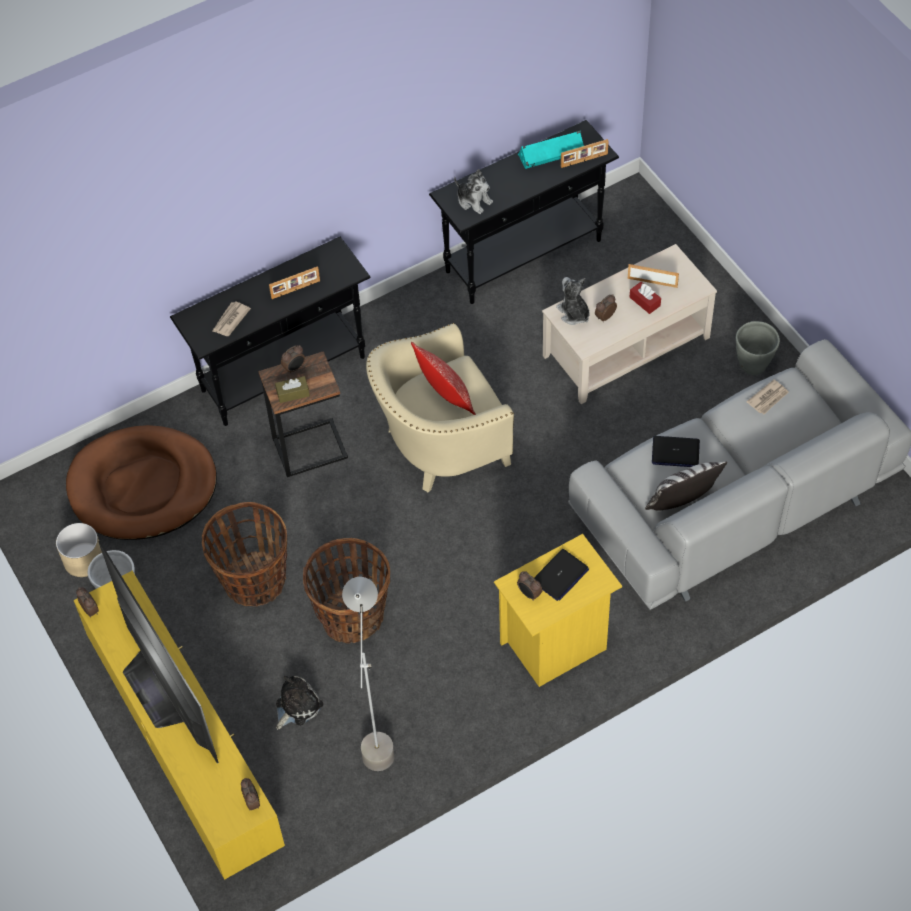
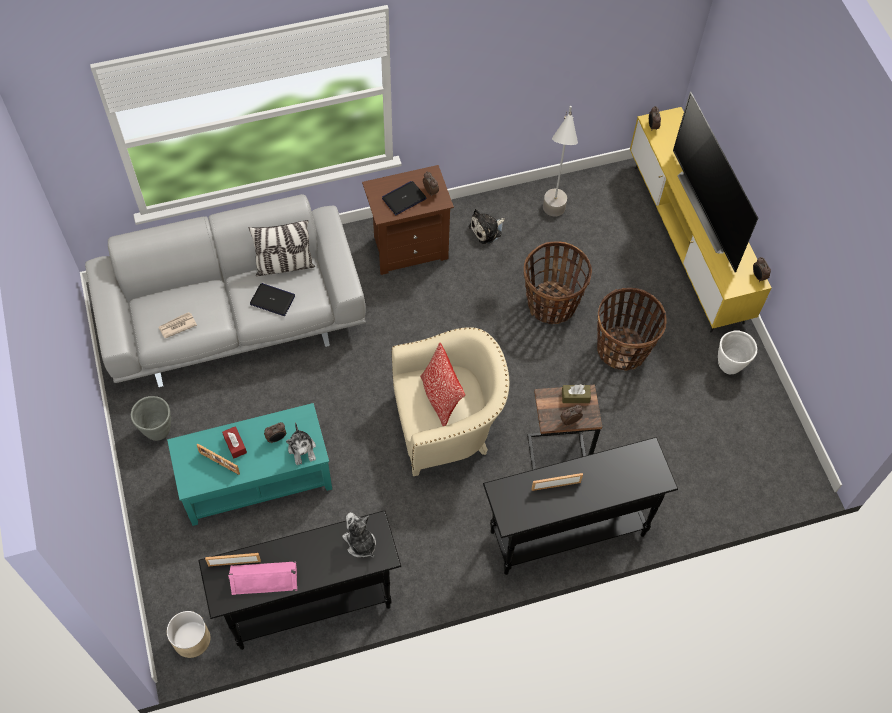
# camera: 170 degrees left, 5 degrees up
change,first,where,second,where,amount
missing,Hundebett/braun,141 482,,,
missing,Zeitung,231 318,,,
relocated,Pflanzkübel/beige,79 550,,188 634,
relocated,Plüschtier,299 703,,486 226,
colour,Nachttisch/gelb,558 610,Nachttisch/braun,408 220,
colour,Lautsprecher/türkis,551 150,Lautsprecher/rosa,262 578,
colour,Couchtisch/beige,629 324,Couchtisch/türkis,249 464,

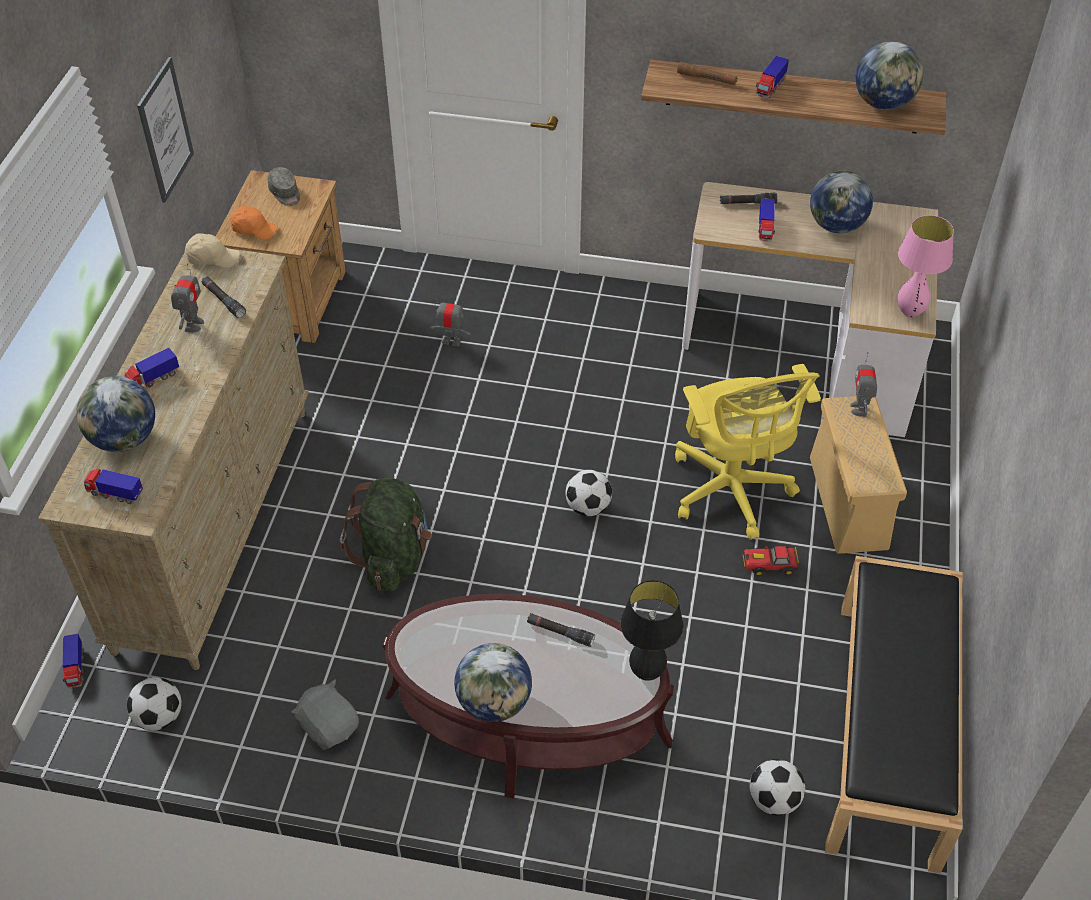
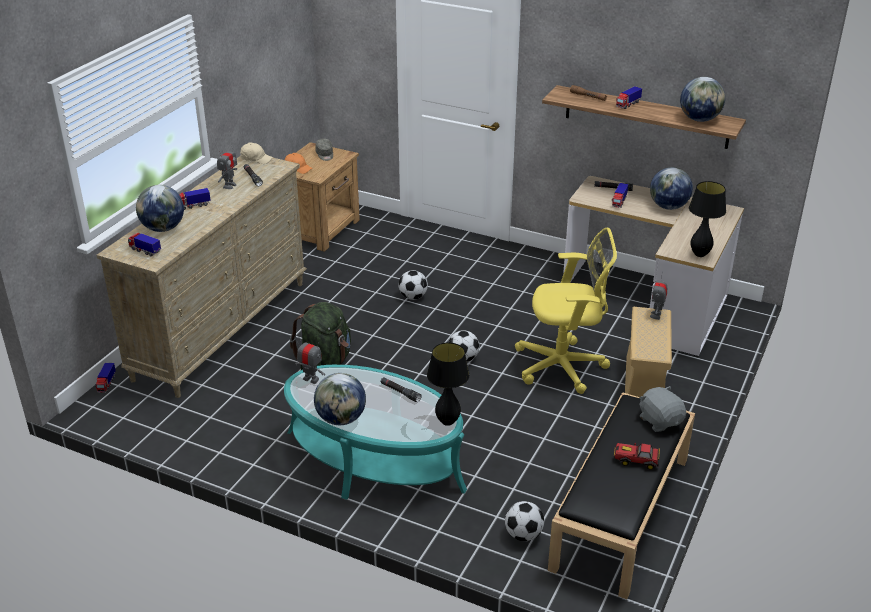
# camera: 15 degrees right, 15 degrees down
change,first,where,second,where,amount
missing,Bild,165 130,,,
relocated,Fußball,154 704,,413 285,
relocated,Plüschtier/grau,325 714,,662 409,
relocated,Spielzeugroboter,450 322,,309 360,
relocated,Spielzeugauto,770 560,,637 456,
colour,Couchtisch/braun,528 696,Couchtisch/türkis,375 432,
colour,Tischlampe/rosa,925 266,Tischlampe/schwarz,707 219,
spun,Bürostuhl/gelb,748 452,,566 311,90 degrees counterclockwise

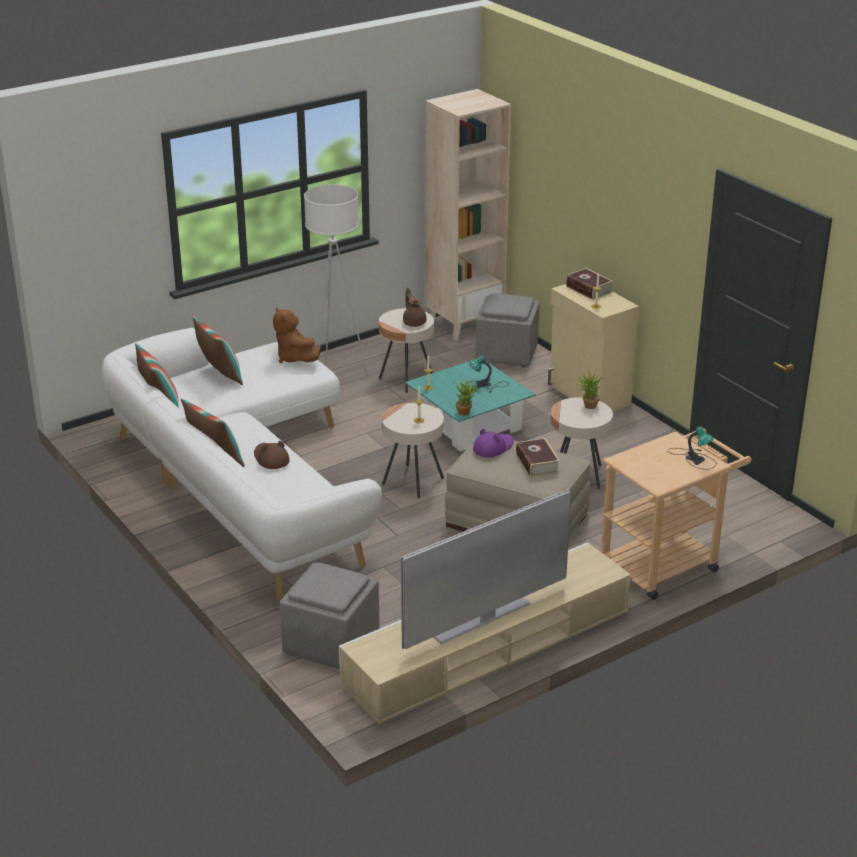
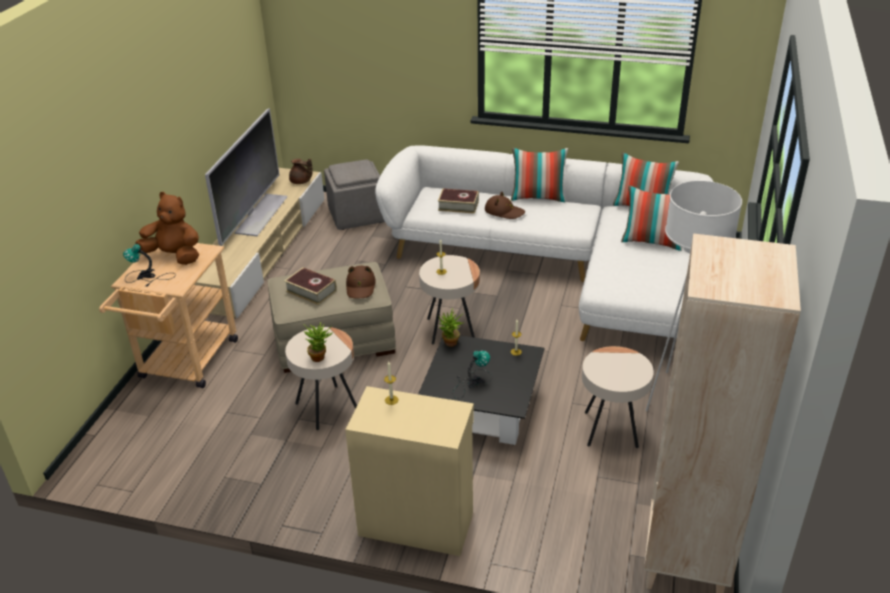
# camera: 140 degrees right, 5 degrees up
change,first,where,second,where,amount
missing,Polsterhocker/grau,507 330,,,
relocated,Plüschtier/braun,297 335,,167 228,
relocated,Teekanne/braun,415 307,,301 171,
relocated,Buch,589 284,,458 201,
colour,Couchtisch/türkis,470 405,Couchtisch/schwarz,481 390,
colour,Hut/lila,493 443,Hut/braun,361 282,

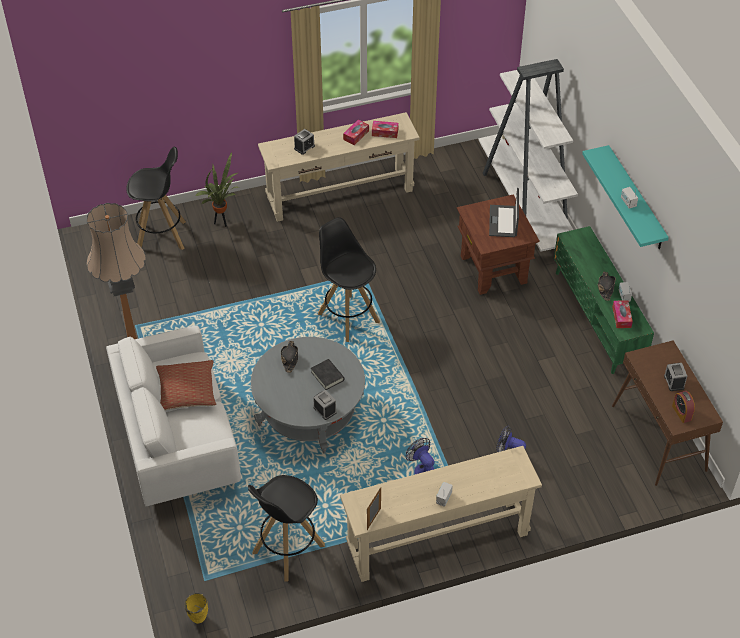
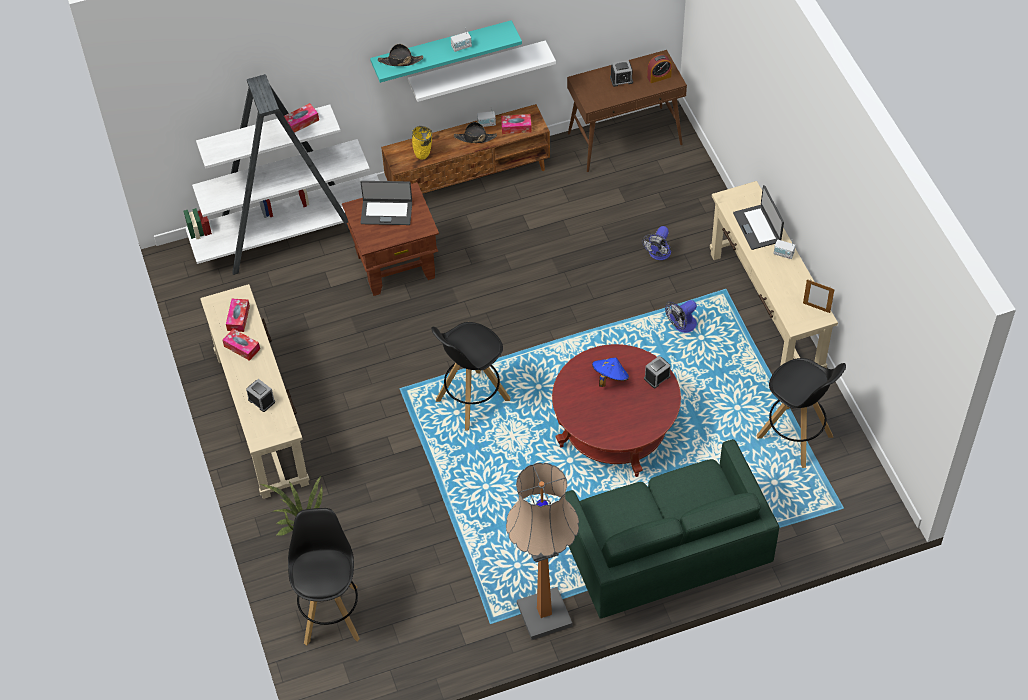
# camera: 90 degrees left, 5 degrees up
change,first,where,second,where,amount
missing,Kissen,186 385,,,
appeared,,,Taschentuchbox,301 118,
appeared,,,Wandregal/weiß,482 71,
appeared,,,Laptop,758 217,
relocated,Vase/gelb,196 608,,422 143,
relocated,Hut/schwarz,289 357,,400 55,
exchanged,Buch/schwarz,327 374,Hut/blau,610 372,
colour,Sofa/weiß,173 416,Sofa/grün,672 529,
colour,Couchtisch/grau,308 395,Couchtisch/rot,616 410,
colour,Fernsehschrank/grün,604 300,Fernsehschrank/braun,465 149,

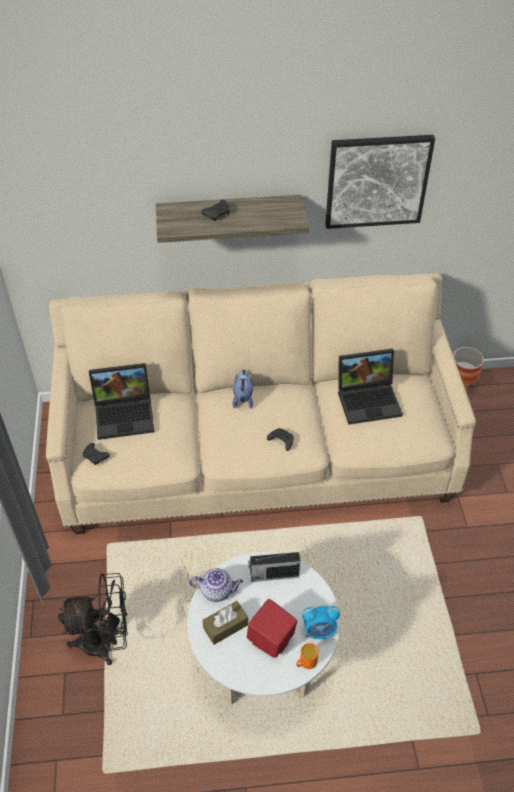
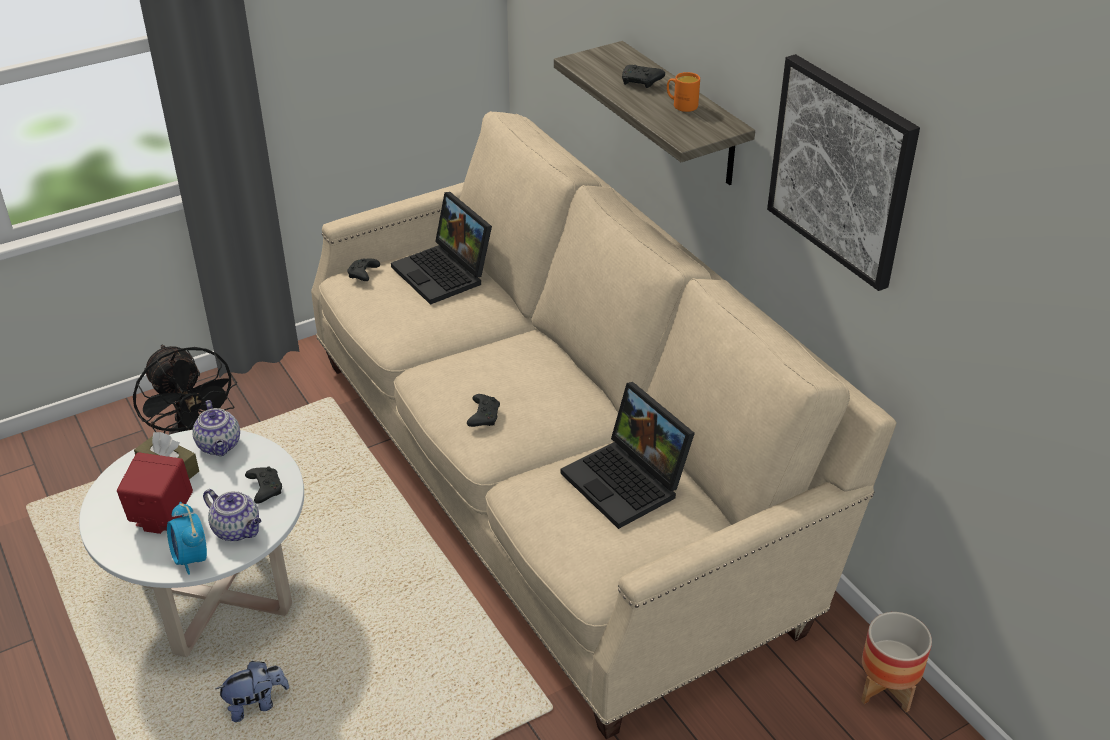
# camera: 65 degrees right, 10 degrees down
change,first,where,second,where,amount
appeared,,,Teekanne,232 515,
relocated,Plüschtier,242 389,,252 691,
relocated,Henkelbecher/orange,307 656,,683 92,
exchanged,Radio,274 567,Gamepad/schwarz,263 485,

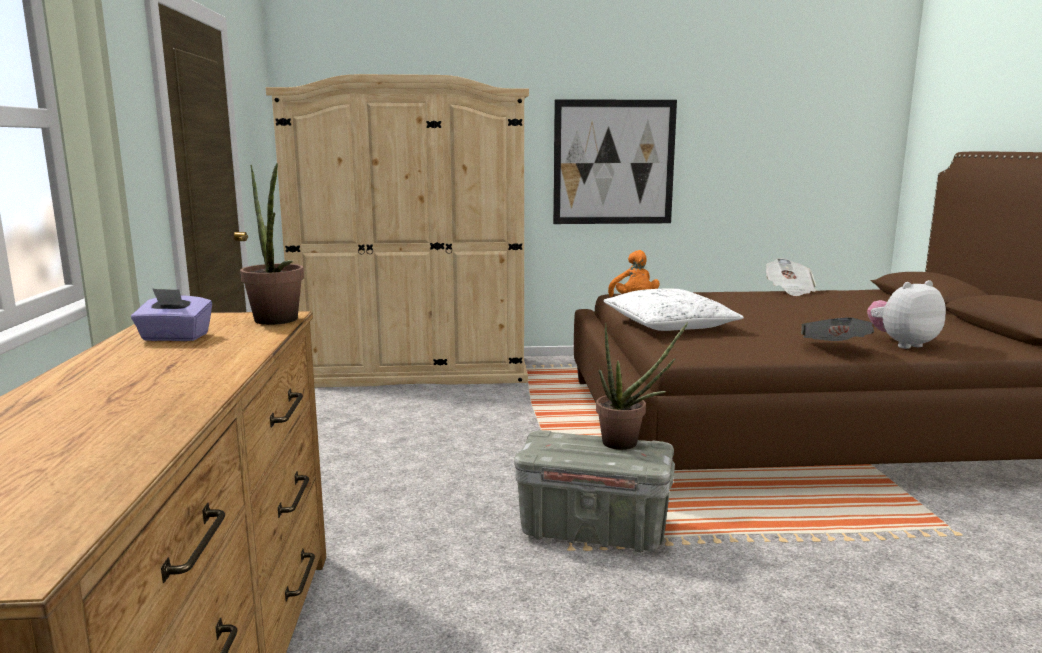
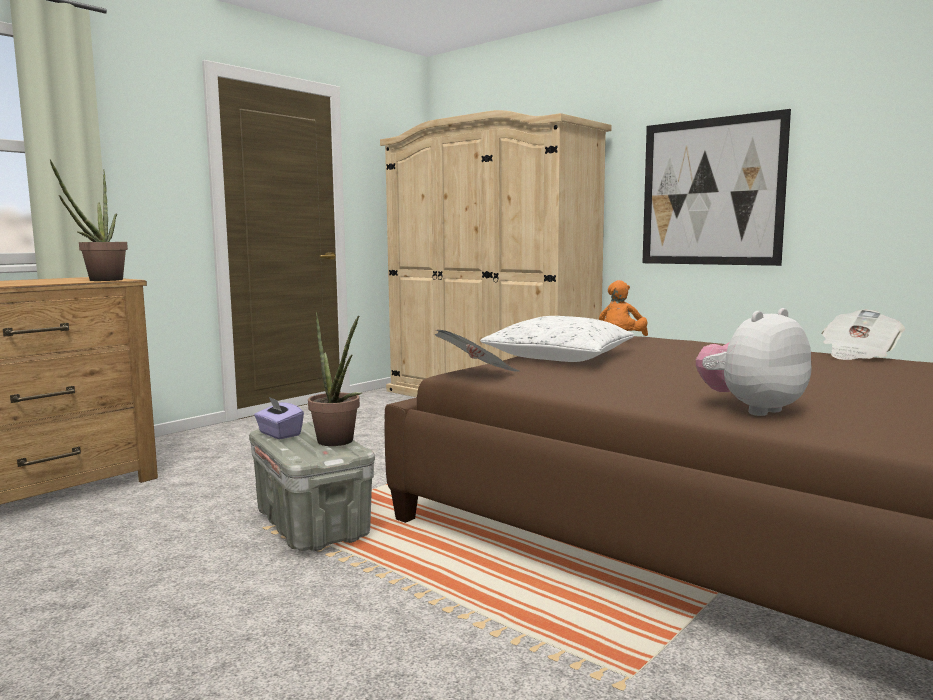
# camera: 45 degrees right, 5 degrees down
change,first,where,second,where,amount
relocated,Taschentuchbox/lila,171 314,,279 418,
relocated,Zeitung,837 329,,477 351,
spun,Plüschtier,906 314,,754 362,60 degrees counterclockwise

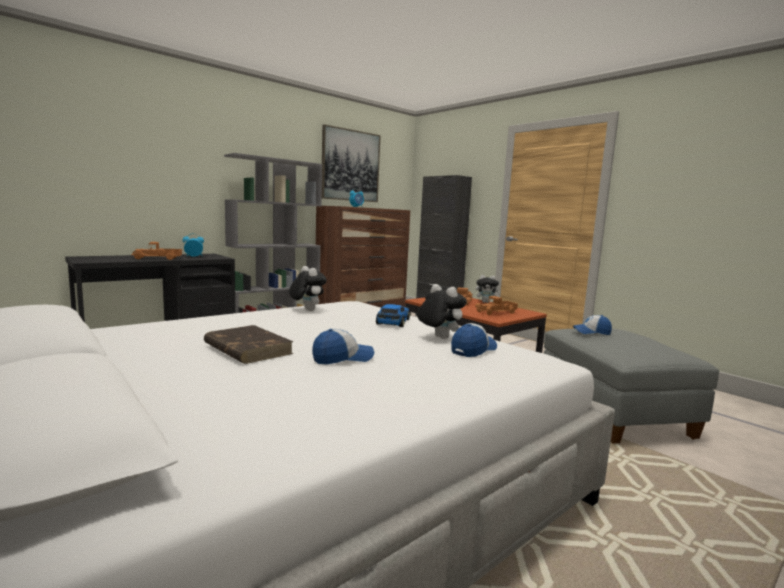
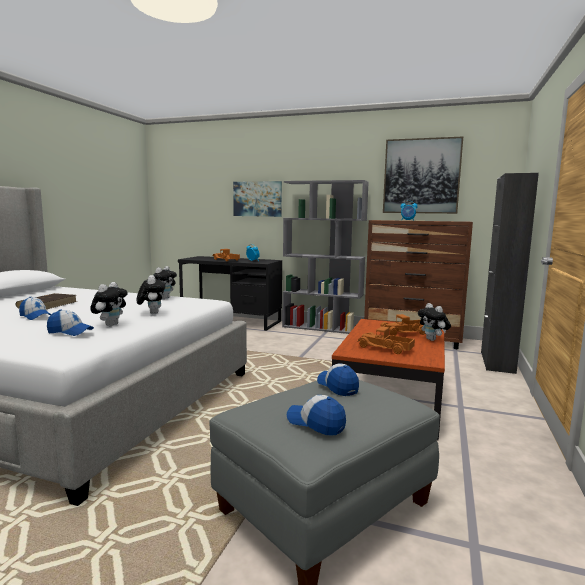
# camera: 60 degrees right, 0 degrees up
change,first,where,second,where,amount
appeared,,,Bild,257 199,
appeared,,,Kappe,316 415,
exchanged,Spielzeugauto,393 315,Plüschtier,151 294,

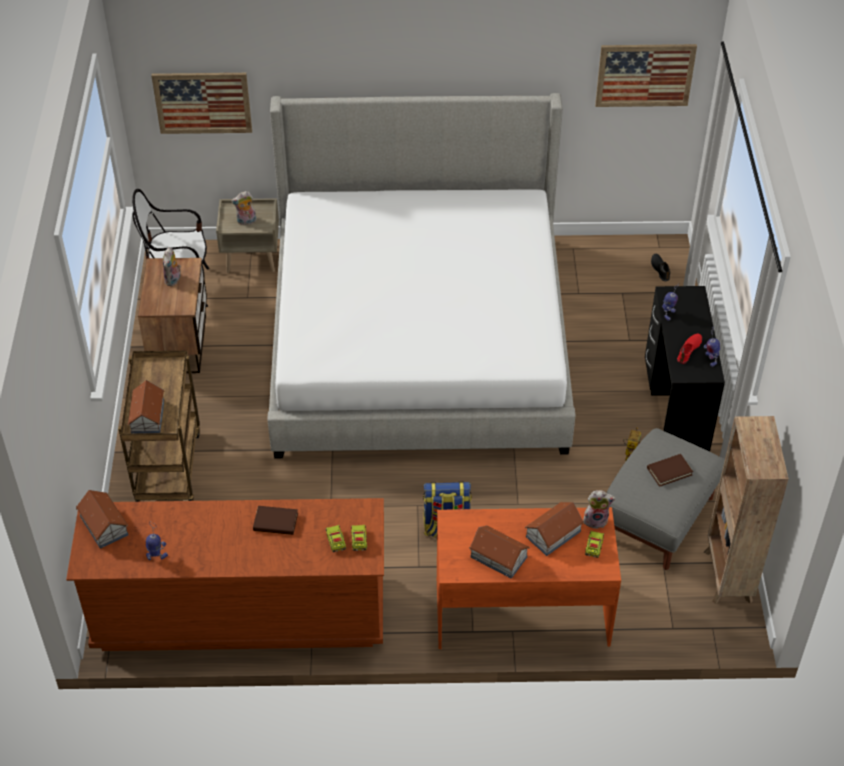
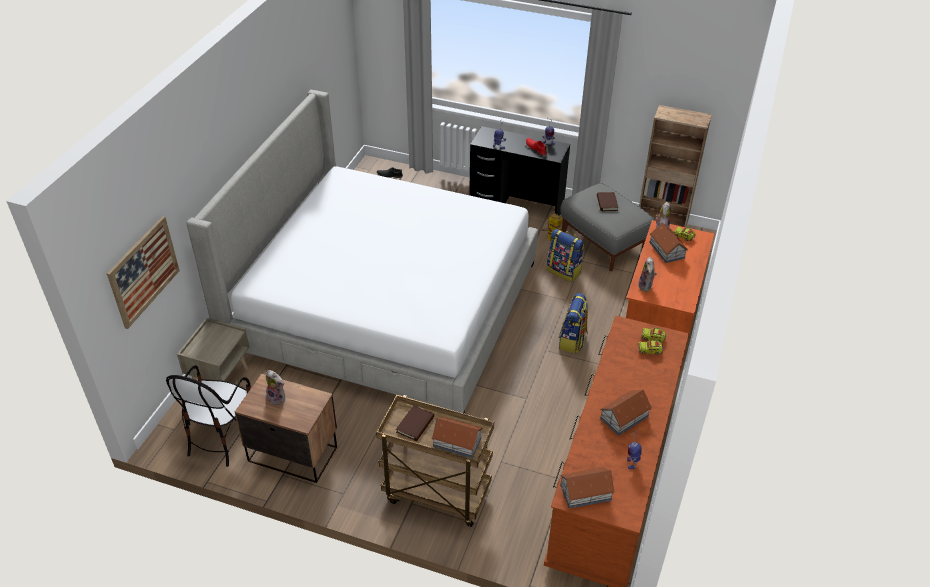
# camera: 70 degrees left, 5 degrees down
change,first,where,second,where,amount
missing,Bild,646 75,,,
appeared,,,Rucksack,565 255,
relocated,Plüschtier,244 208,,647 274,
relocated,Buch/braun,275 520,,415 423,
relocated,Spielzeughaus,499 552,,626 413,

